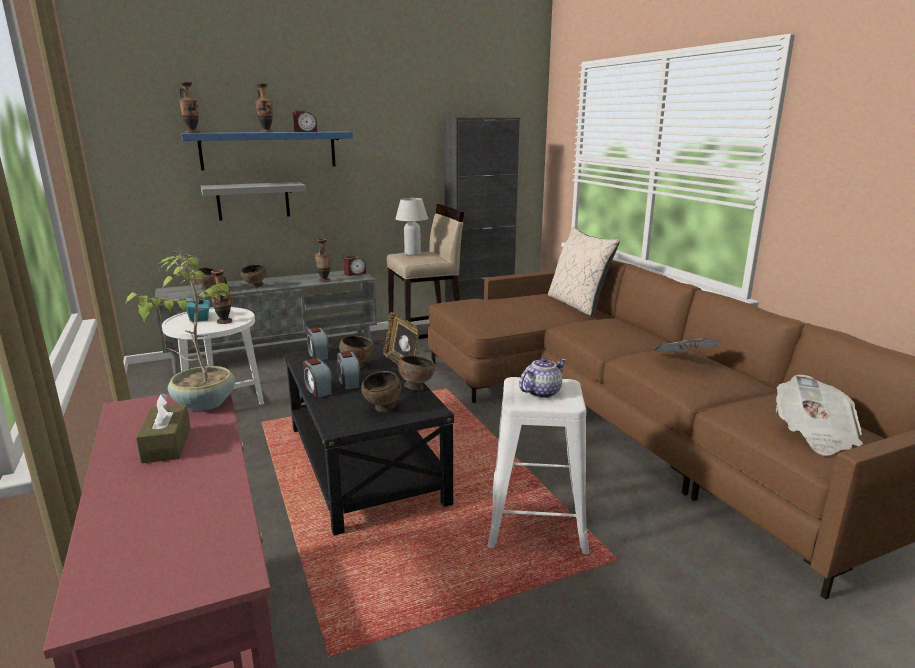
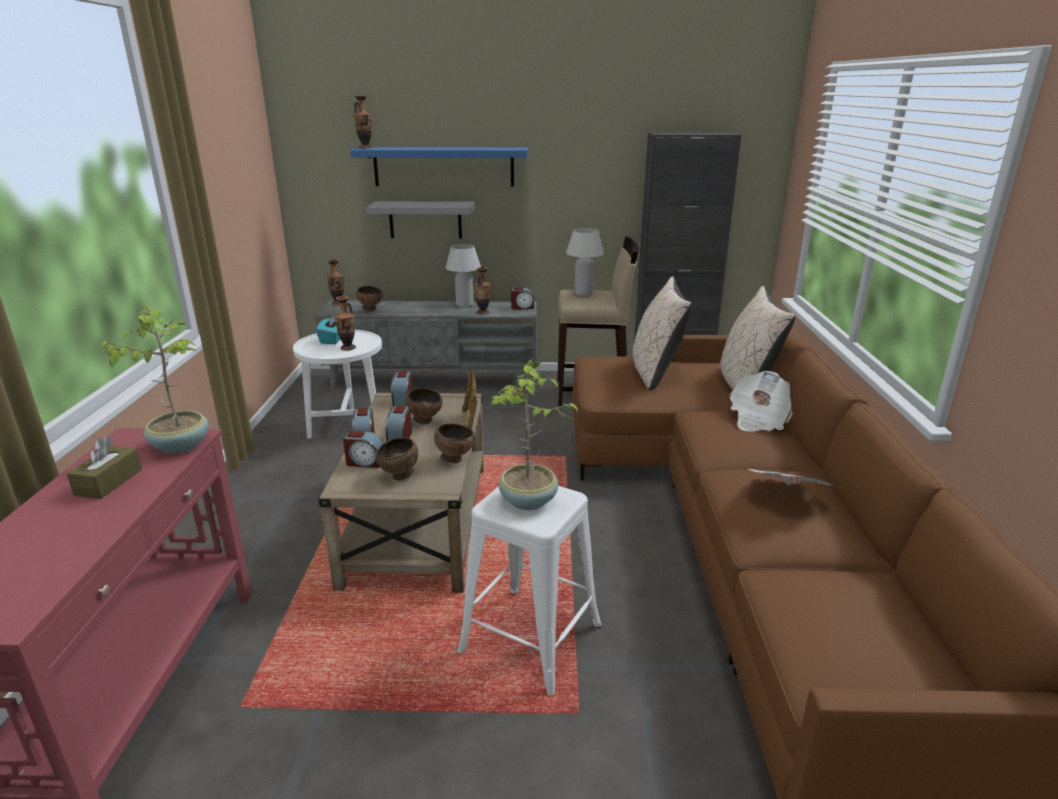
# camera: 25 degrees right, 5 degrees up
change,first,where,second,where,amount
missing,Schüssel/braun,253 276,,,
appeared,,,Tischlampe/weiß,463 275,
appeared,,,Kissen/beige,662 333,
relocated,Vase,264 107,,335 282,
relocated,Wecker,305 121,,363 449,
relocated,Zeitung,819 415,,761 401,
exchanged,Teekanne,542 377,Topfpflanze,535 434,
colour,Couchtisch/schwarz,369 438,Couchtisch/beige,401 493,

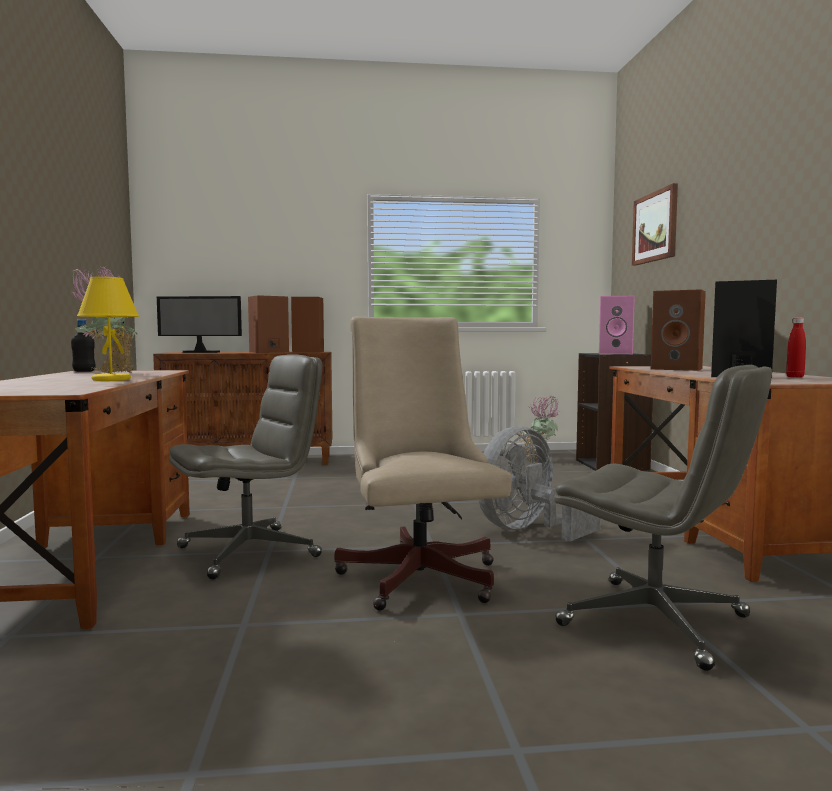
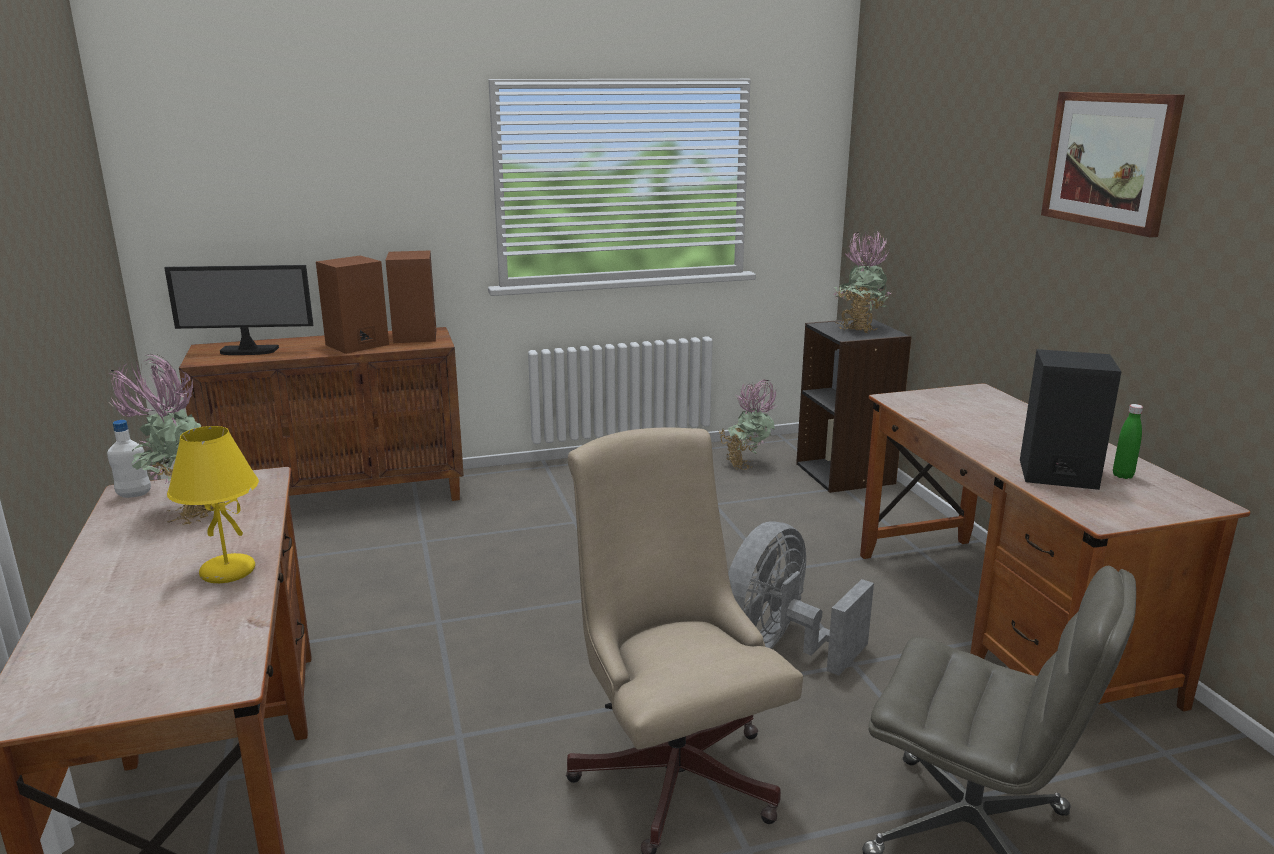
# camera: 10 degrees left, 15 degrees up
change,first,where,second,where,amount
missing,Bürostuhl/grau,245 467,,,
missing,Lautsprecher/braun,678 330,,,
relocated,Bild,655 224,,1113 164,
exchanged,Lautsprecher/rosa,617 325,Topfpflanze,862 281,
colour,Flasche/schwarz,83 346,Flasche/weiß,129 459,
colour,Flasche/rot,796 348,Flasche/grün,1128 441,

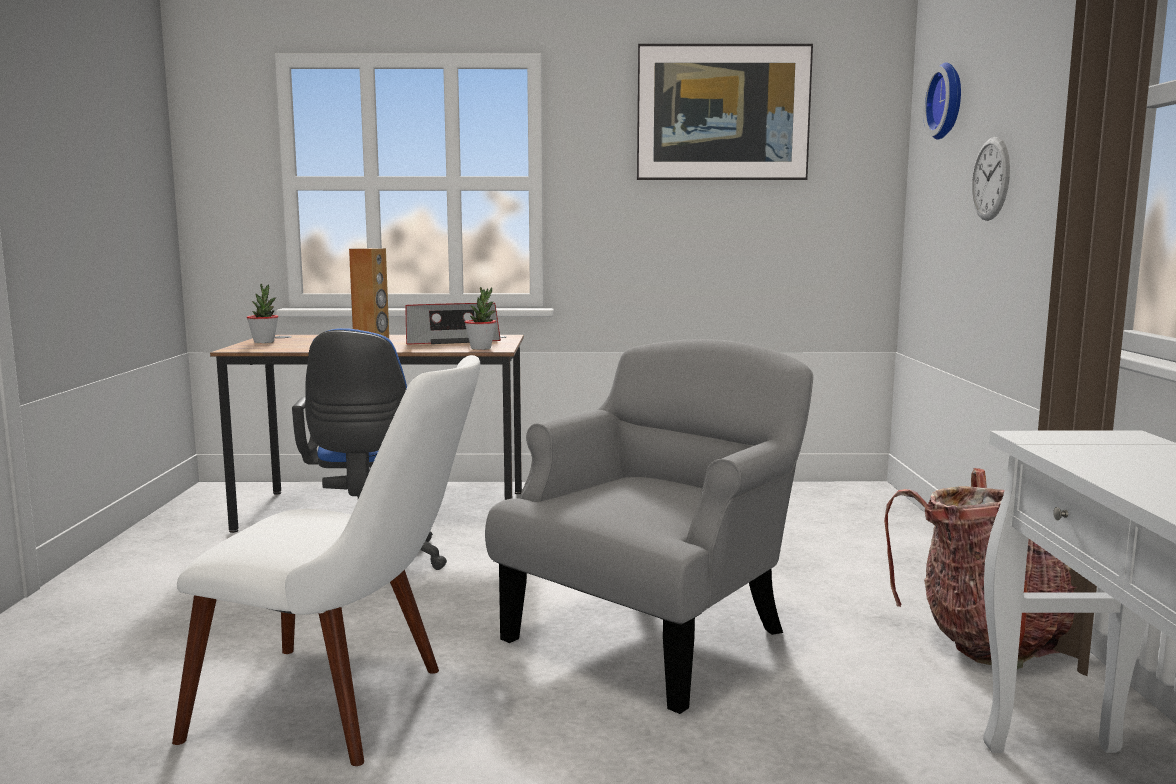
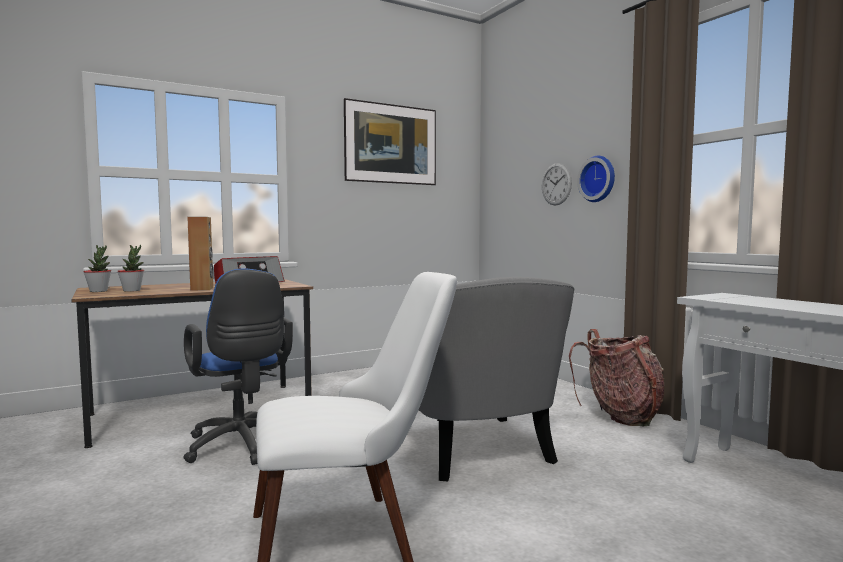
# camera: 30 degrees left, 5 degrees down
change,first,where,second,where,amount
relocated,Topfpflanze,480 318,,130 268,
relocated,Wanduhr,942 100,,596 179,
spun,Sessel/grau,649 526,,496 379,150 degrees clockwise

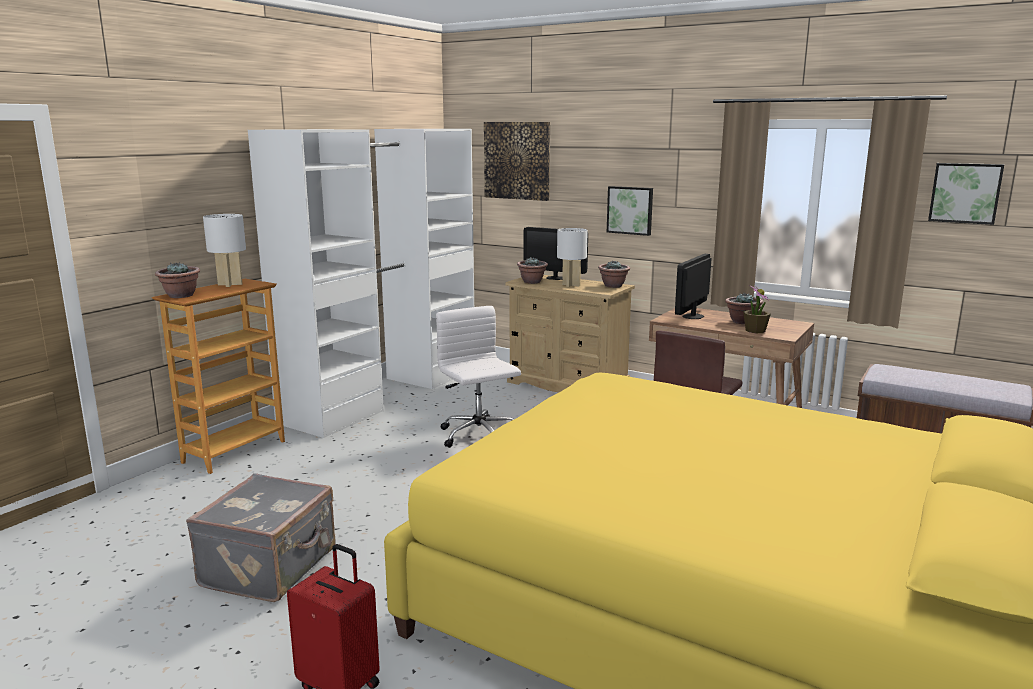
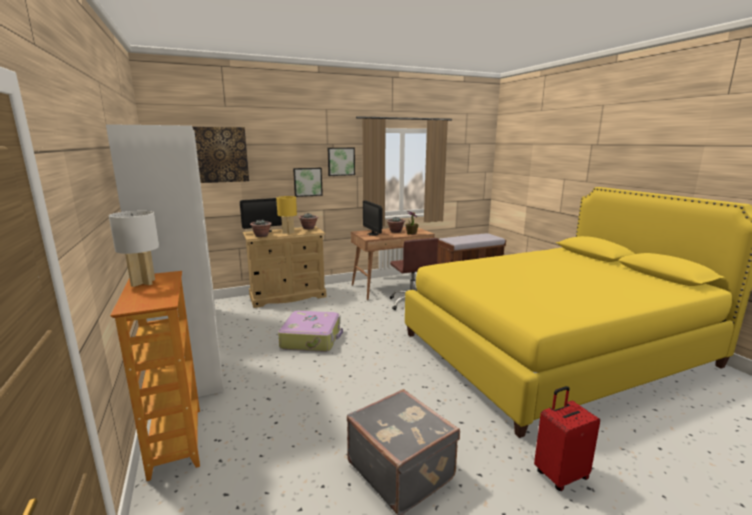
# camera: 55 degrees left, 0 degrees up
change,first,where,second,where,amount
missing,Topfpflanze,177 280,,,
relocated,Bild,966 194,,341 162,
exchanged,Bürostuhl/weiß,478 377,Koffer,310 331,
colour,Tischlampe/weiß,572 257,Tischlampe/gelb,286 215,

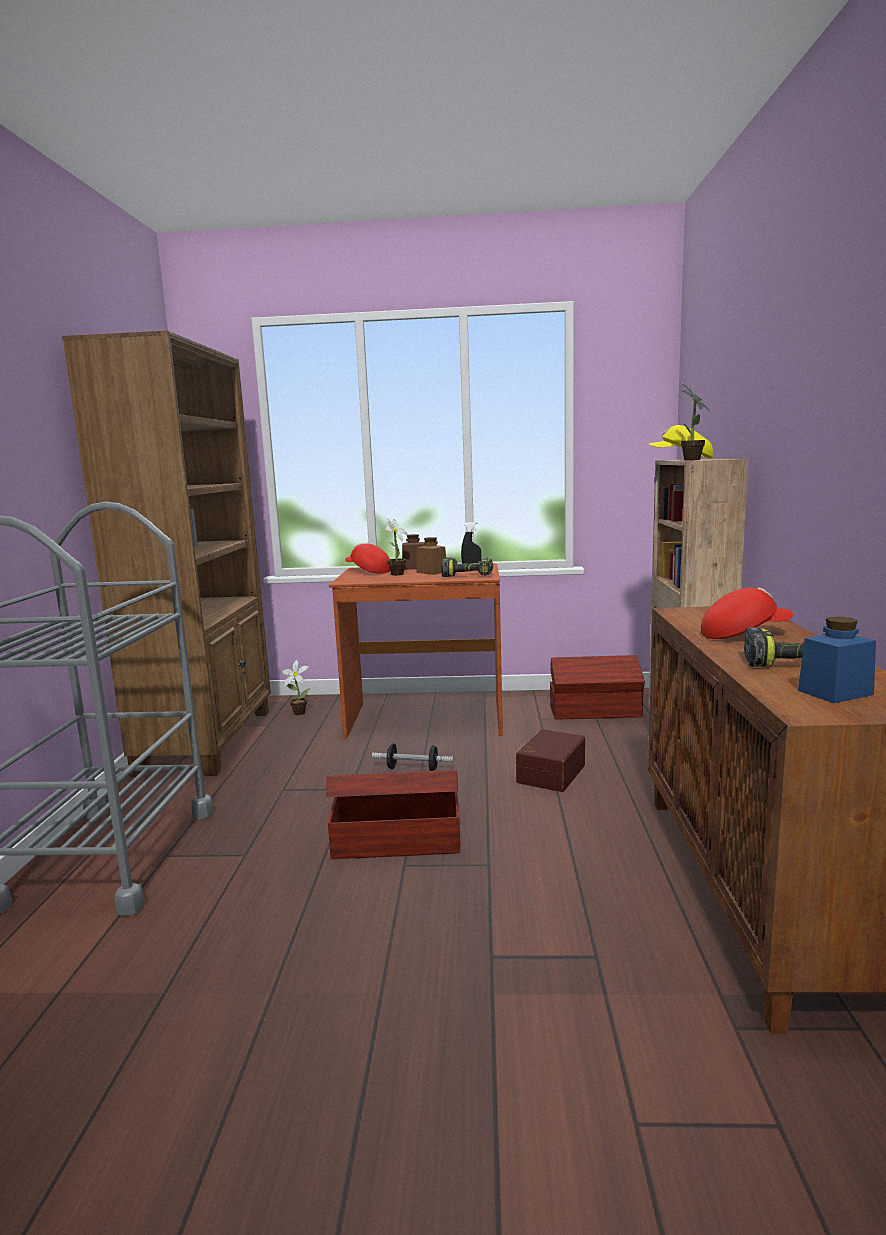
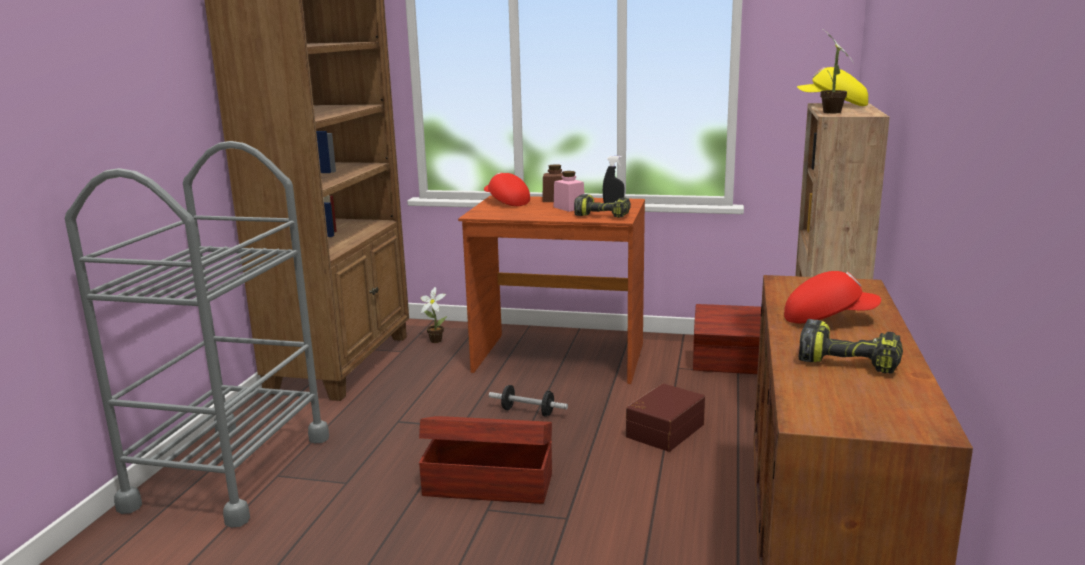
# camera: 10 degrees right, 5 degrees up
change,first,where,second,where,amount
missing,Topfpflanze,395 546,,,
missing,Vorratsglas/blau,837 660,,,
colour,Vorratsglas/braun,431 556,Vorratsglas/rosa,569 191,

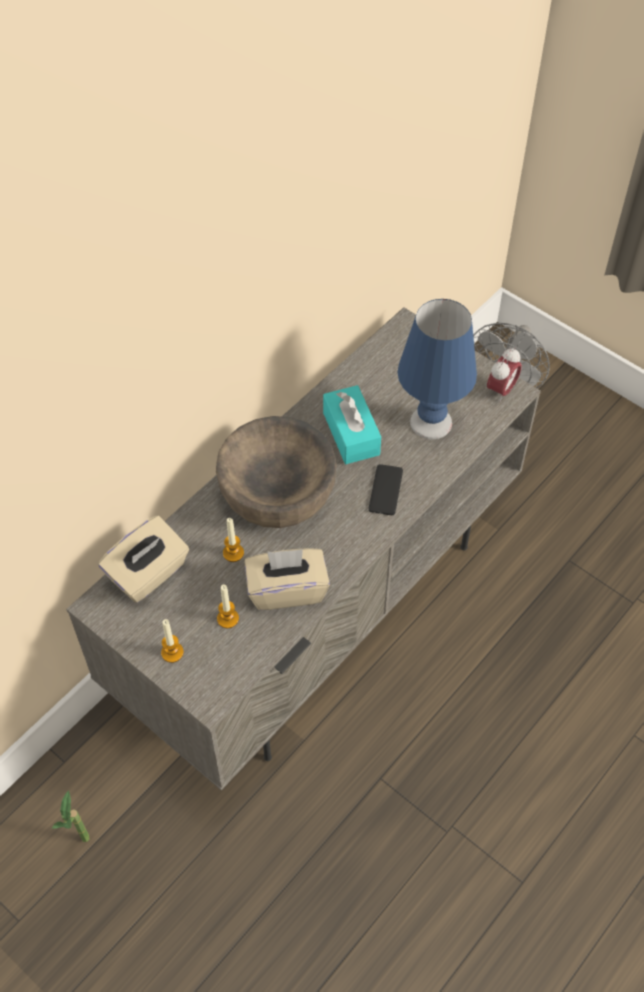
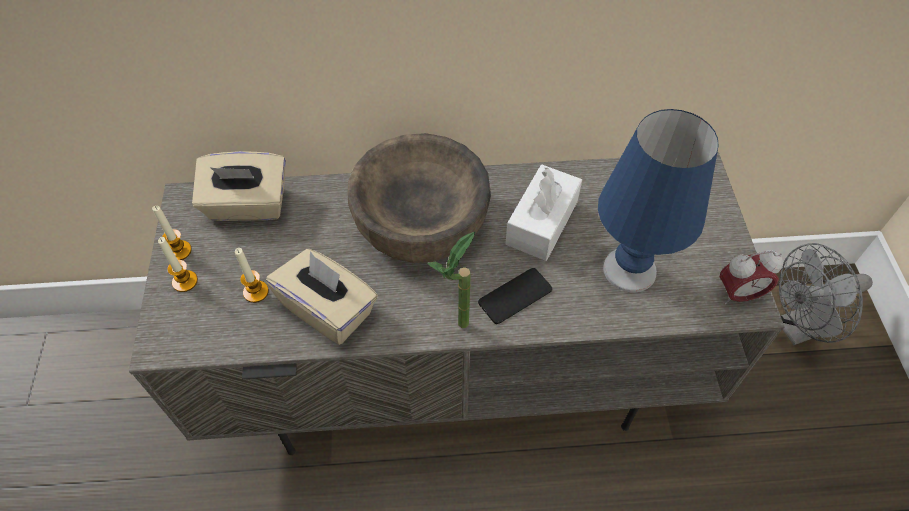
# camera: 45 degrees right, 0 degrees up
change,first,where,second,where,amount
relocated,Topfpflanze,70 816,,451 280,
relocated,Kerze,233 540,,172 233,
colour,Taschentuchbox/türkis,352 424,Taschentuchbox/weiß,543 213,

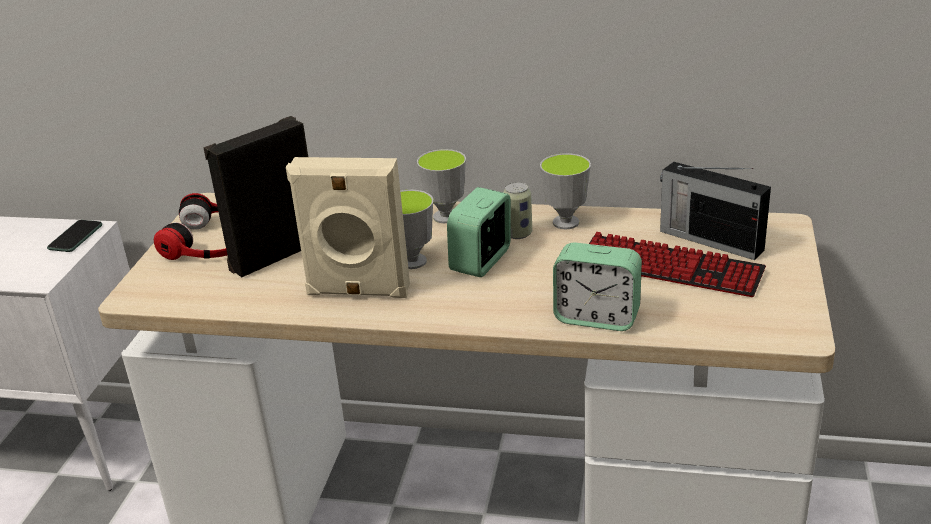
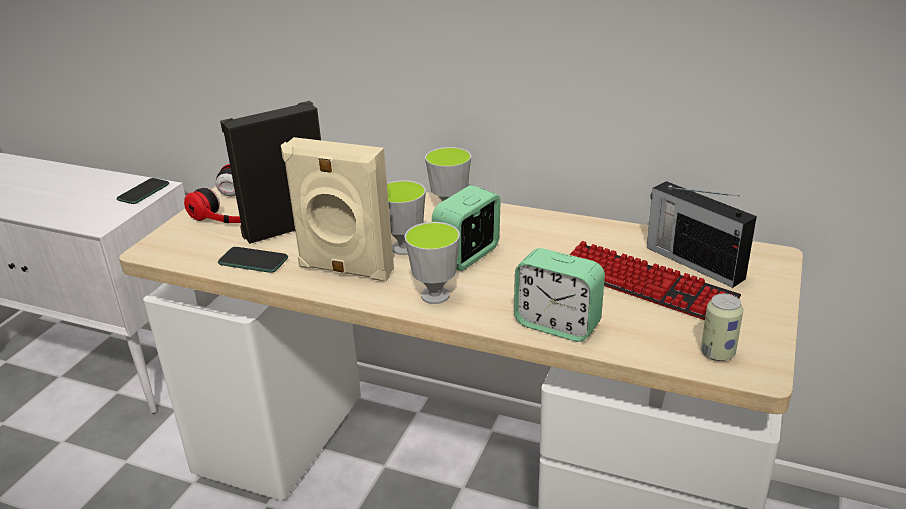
# camera: 10 degrees right, 0 degrees up
change,first,where,second,where,amount
appeared,,,Handy,253 260,
relocated,Dose,517 210,,722 327,
relocated,Tasse,565 191,,432 263,

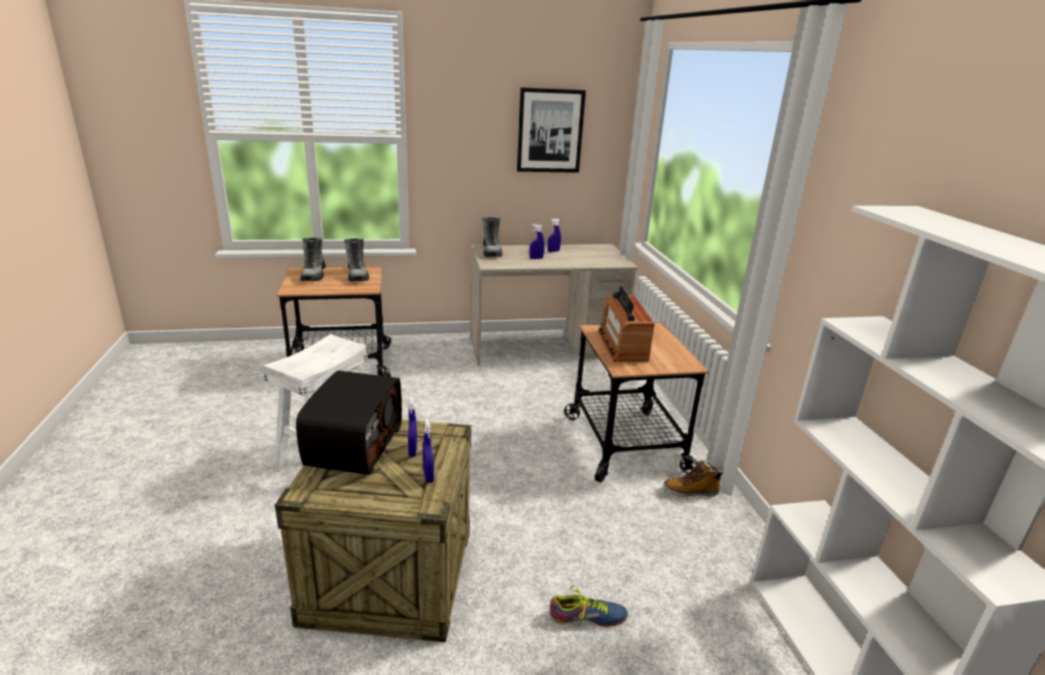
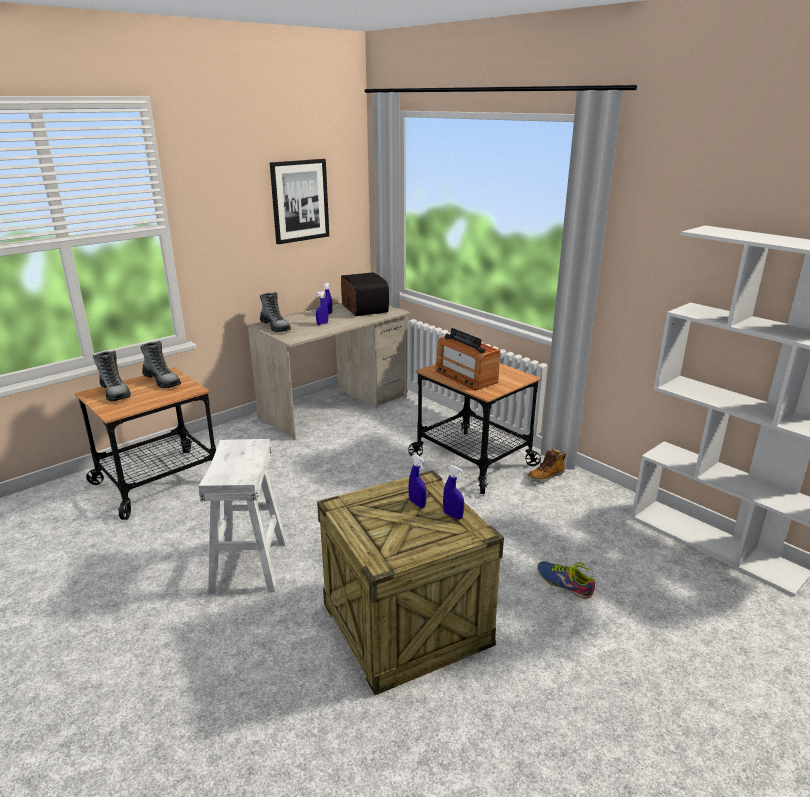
# camera: 30 degrees left, 0 degrees up
change,first,where,second,where,amount
relocated,Radio,349 422,,365 294,
spun,Schuh,589 606,,566 580,105 degrees counterclockwise

